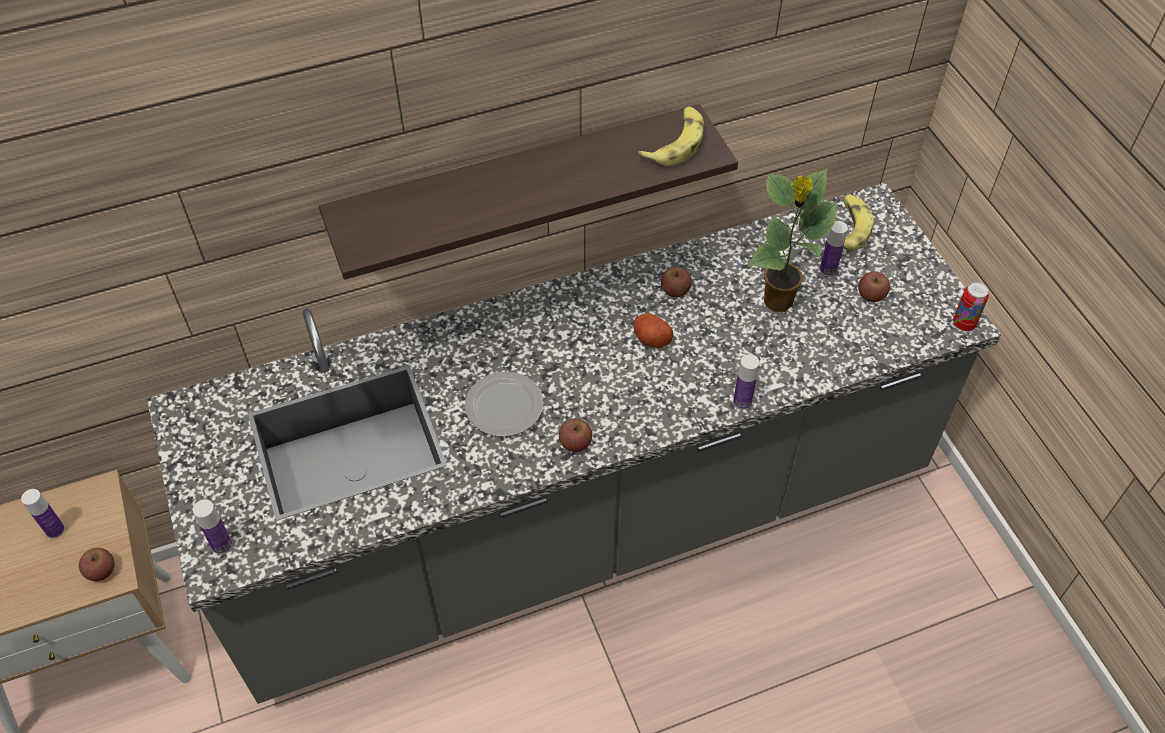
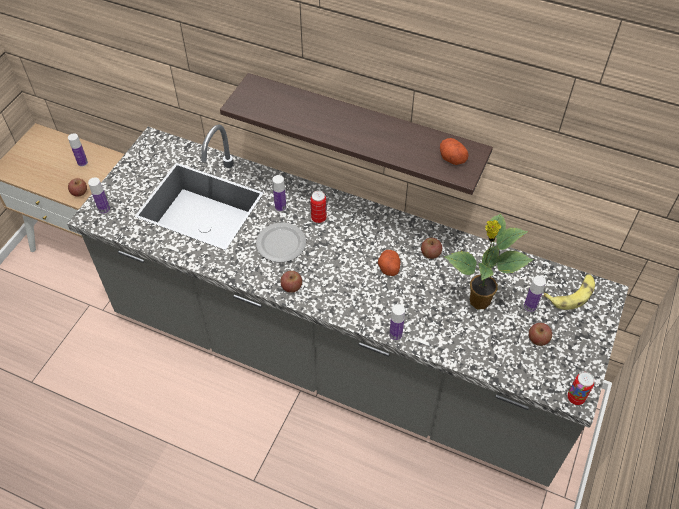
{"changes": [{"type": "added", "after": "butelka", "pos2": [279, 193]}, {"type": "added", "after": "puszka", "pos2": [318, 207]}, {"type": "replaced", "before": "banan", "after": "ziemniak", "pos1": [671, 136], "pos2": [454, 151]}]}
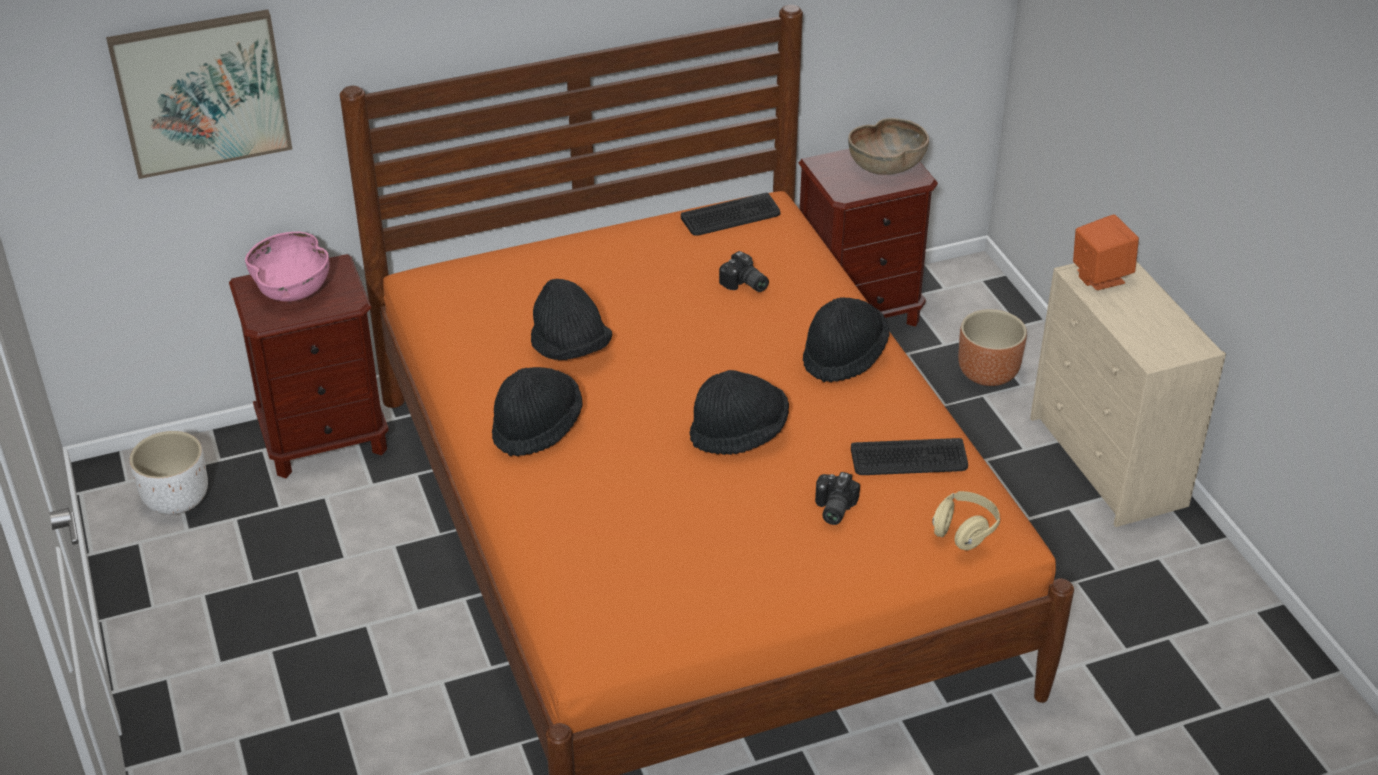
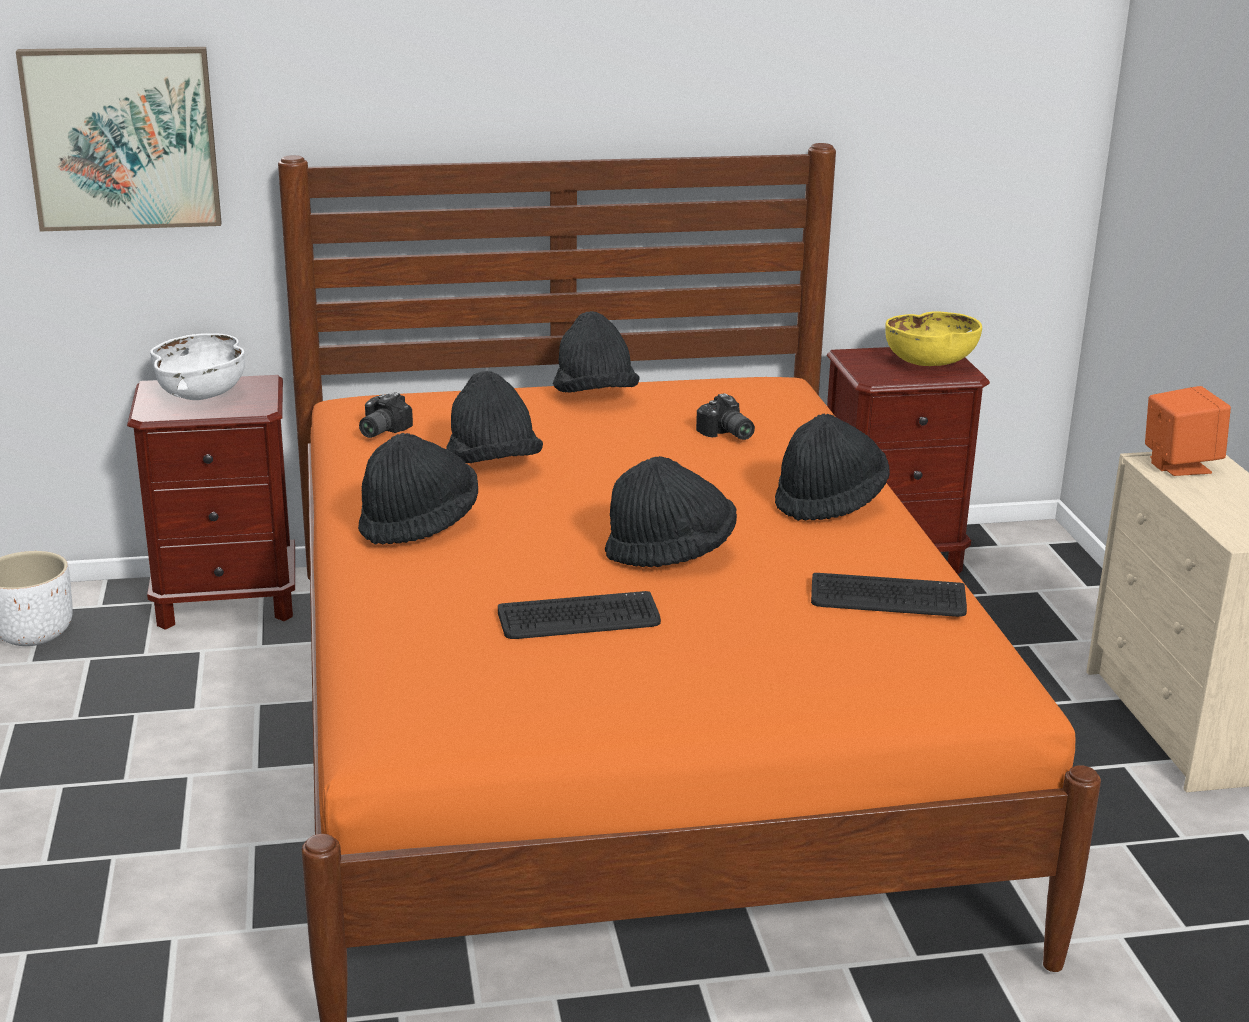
{"changes": [{"type": "recoloured", "before": "miska [różowy]", "after": "miska [biały]", "pos1": [287, 267], "pos2": [197, 366]}, {"type": "moved", "before": "aparat fotograficzny", "pos1": [837, 498], "pos2": [386, 415]}, {"type": "moved", "before": "klawiatura", "pos1": [730, 214], "pos2": [579, 615]}, {"type": "added", "after": "kapelusz [czarny]", "pos2": [596, 351]}, {"type": "recoloured", "before": "miska [brązowy]", "after": "miska [żółty]", "pos1": [888, 146], "pos2": [933, 338]}, {"type": "removed", "before": "słuchawki [beżowy]", "pos1": [966, 520]}, {"type": "removed", "before": "donica [brązowy]", "pos1": [992, 347]}]}
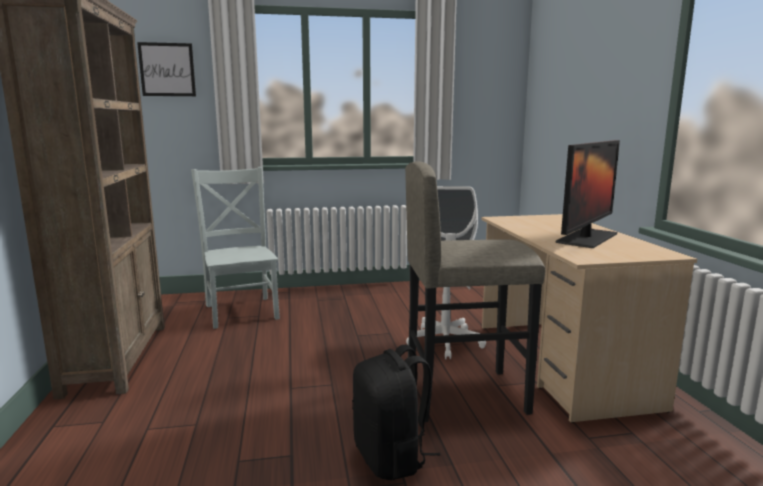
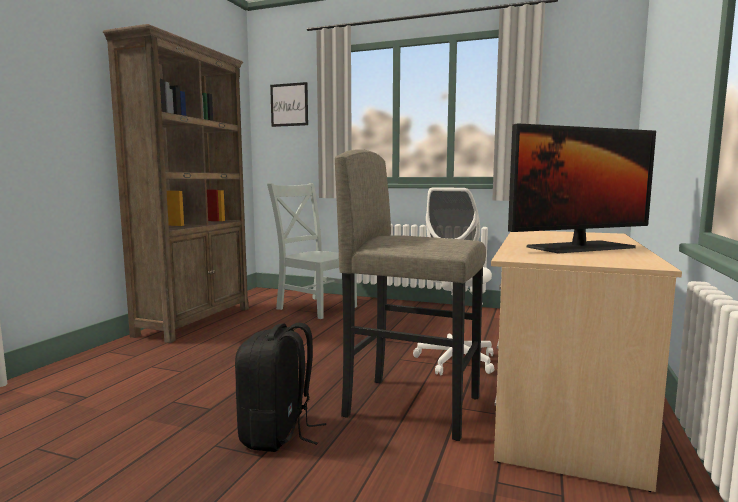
{"changes": [{"type": "turned", "before": "krzesło [szary]", "pos1": [235, 248], "pos2": [312, 251], "turn": -60}]}
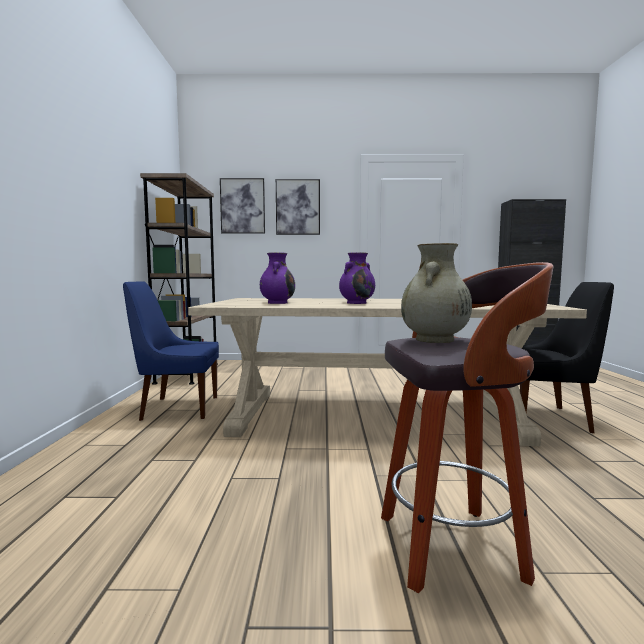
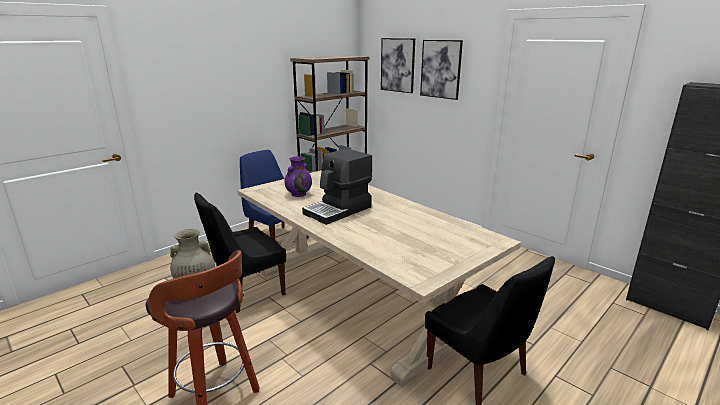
{"changes": [{"type": "added", "after": "krzesło [czarny]", "pos2": [240, 252]}, {"type": "replaced", "before": "wazon [fioletowy]", "after": "ekspres do kawy", "pos1": [357, 278], "pos2": [337, 187]}]}
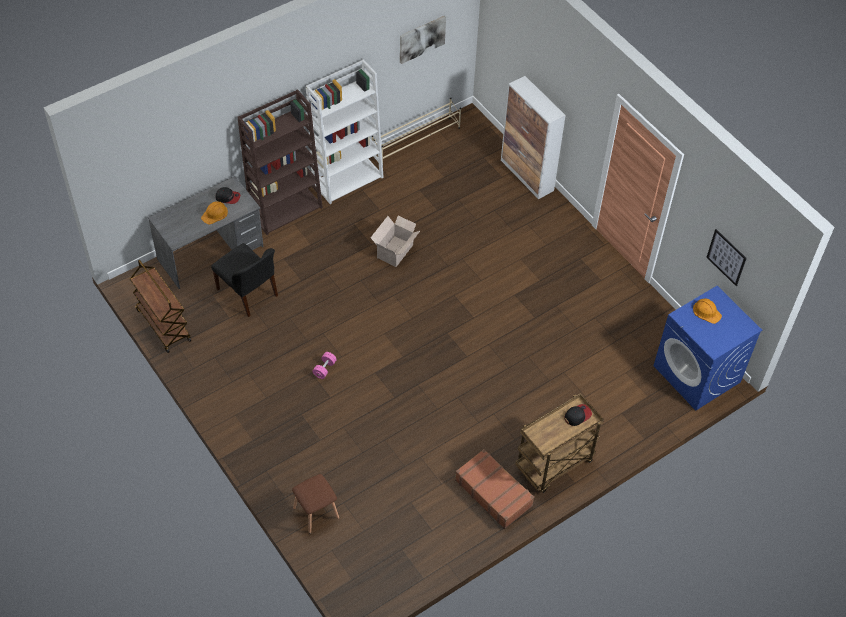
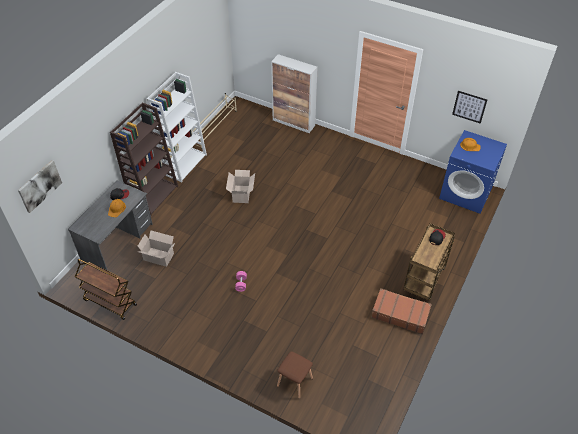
{"changes": [{"type": "moved", "before": "obraz", "pos1": [423, 40], "pos2": [40, 186]}, {"type": "replaced", "before": "krzesło [czarny]", "after": "karton", "pos1": [244, 280], "pos2": [156, 248]}]}
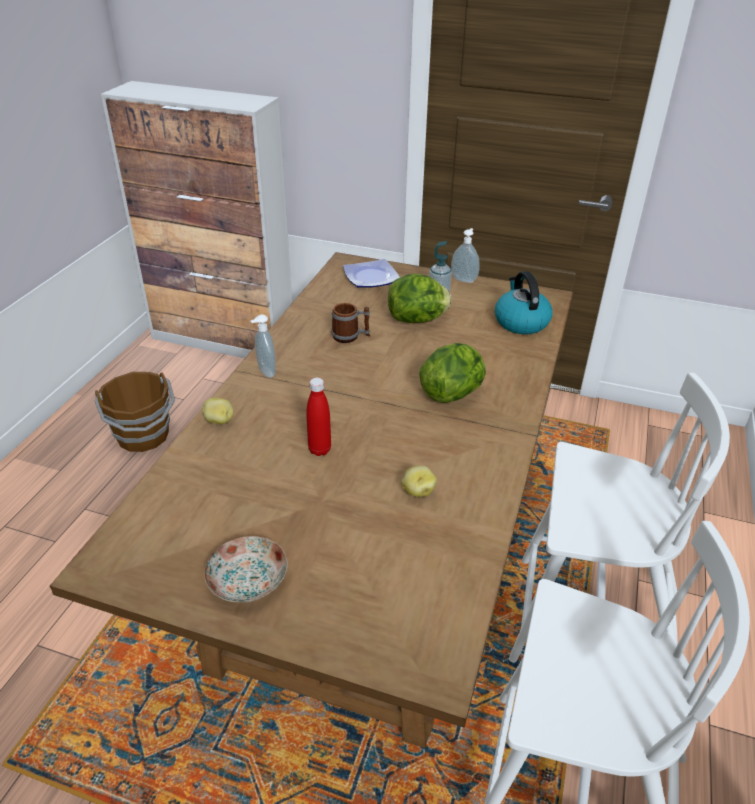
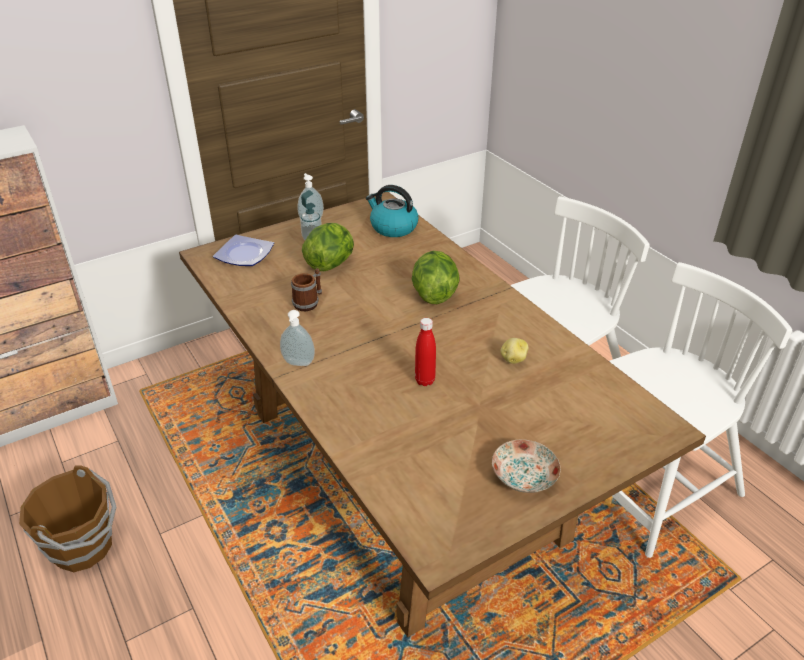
{"changes": [{"type": "removed", "before": "ziemniak", "pos1": [218, 411]}]}
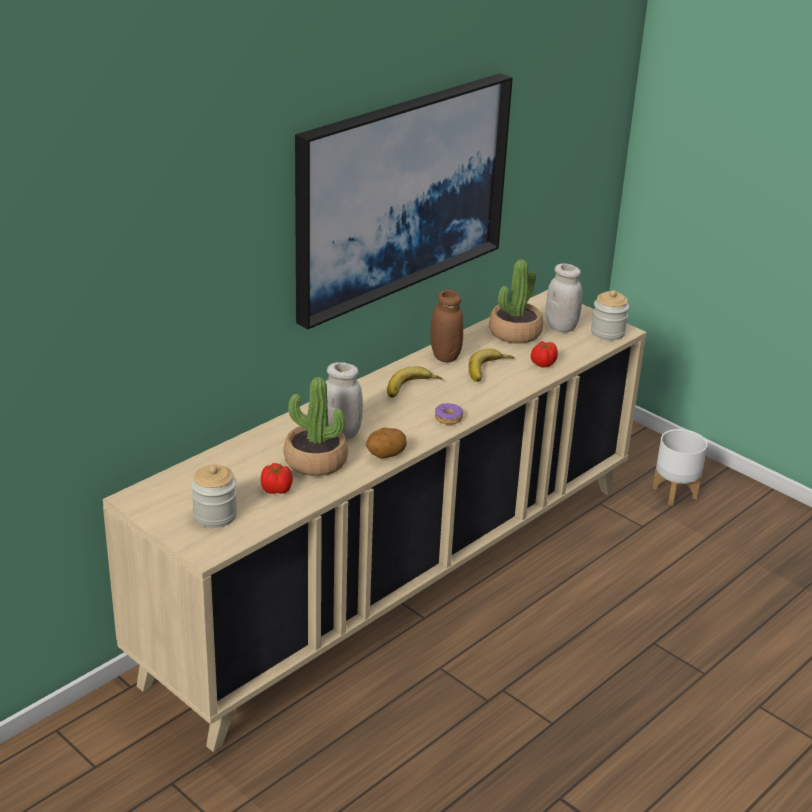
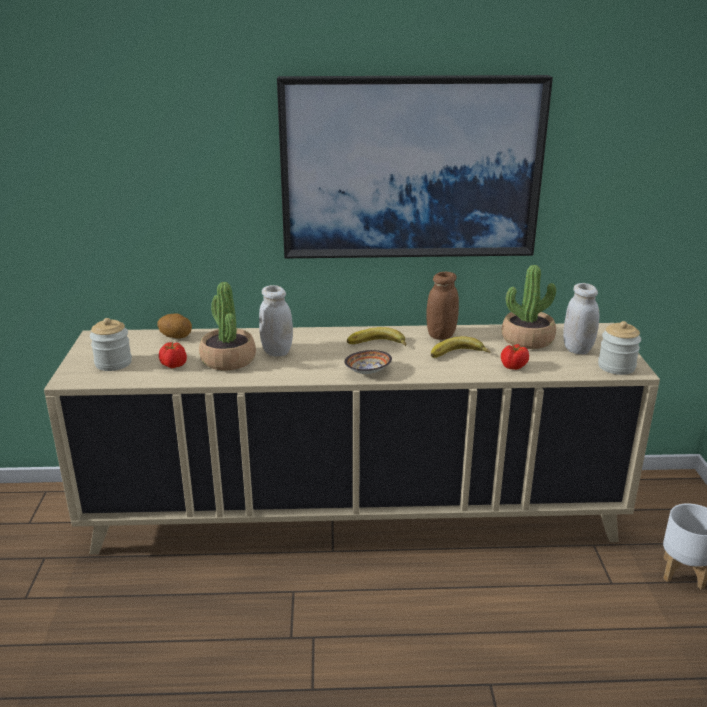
{"changes": [{"type": "moved", "before": "ziemniak", "pos1": [386, 443], "pos2": [174, 326]}, {"type": "replaced", "before": "donut", "after": "miska", "pos1": [449, 414], "pos2": [368, 362]}]}
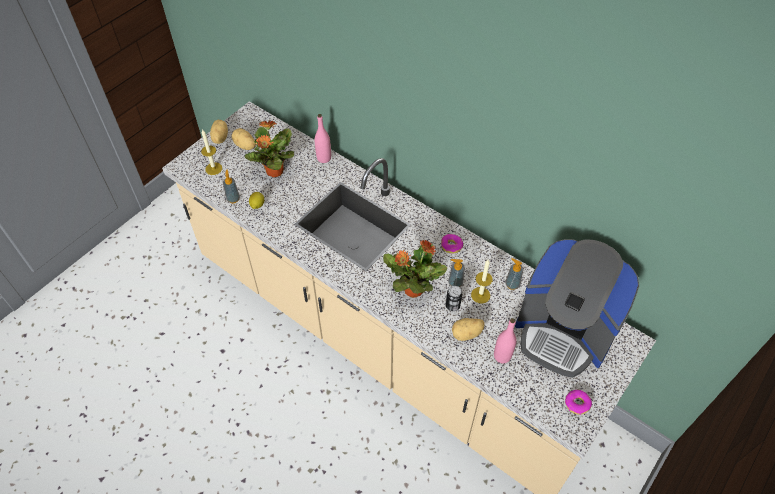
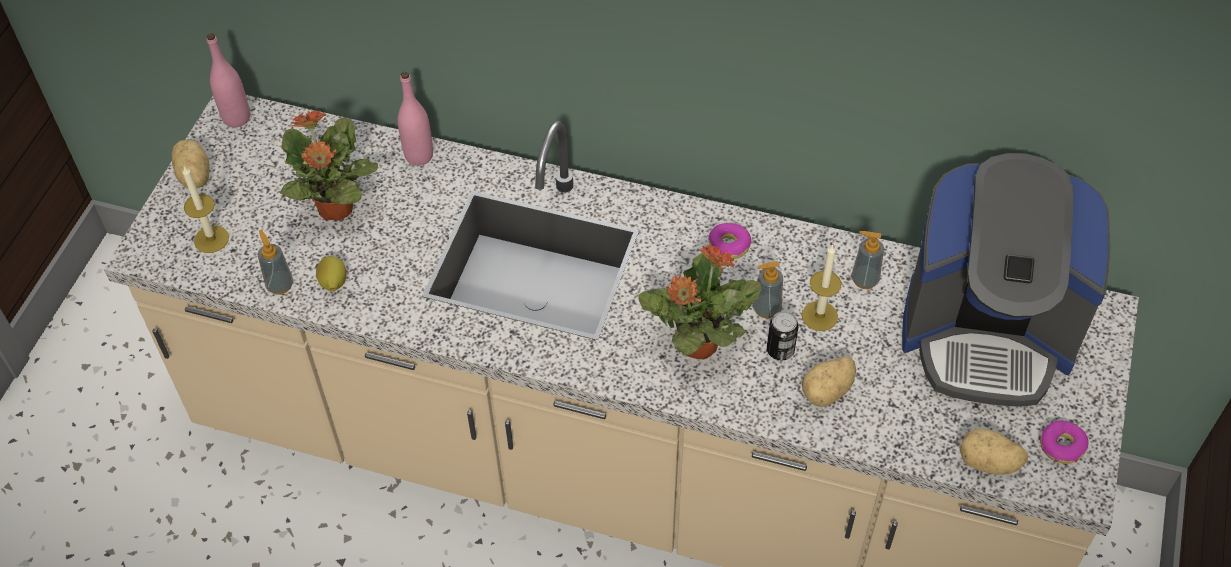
{"changes": [{"type": "moved", "before": "butelka [różowy]", "pos1": [505, 340], "pos2": [228, 80]}, {"type": "moved", "before": "ziemniak", "pos1": [244, 139], "pos2": [993, 451]}]}
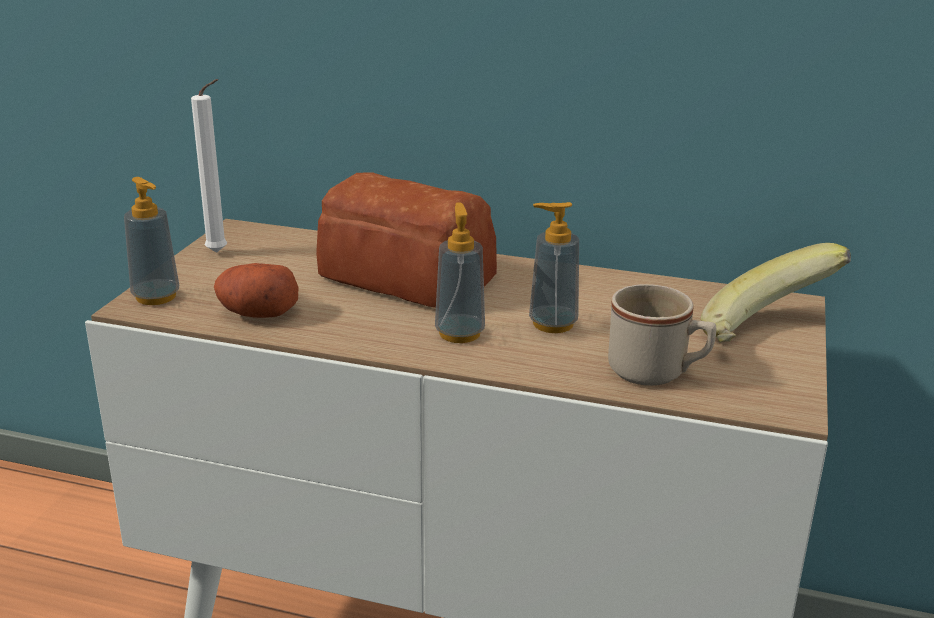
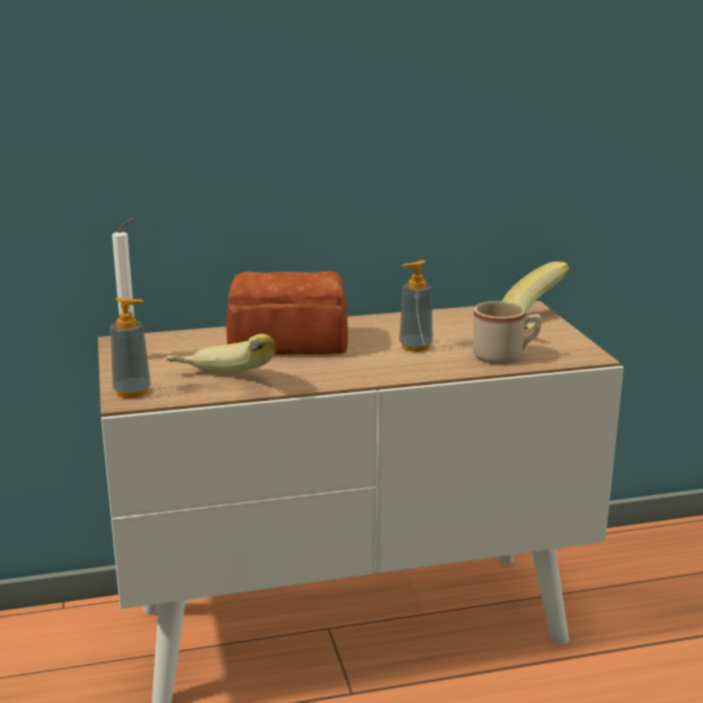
{"changes": [{"type": "replaced", "before": "ziemniak", "after": "banan", "pos1": [256, 290], "pos2": [220, 353]}, {"type": "removed", "before": "dozownik mydła", "pos1": [460, 273]}]}
